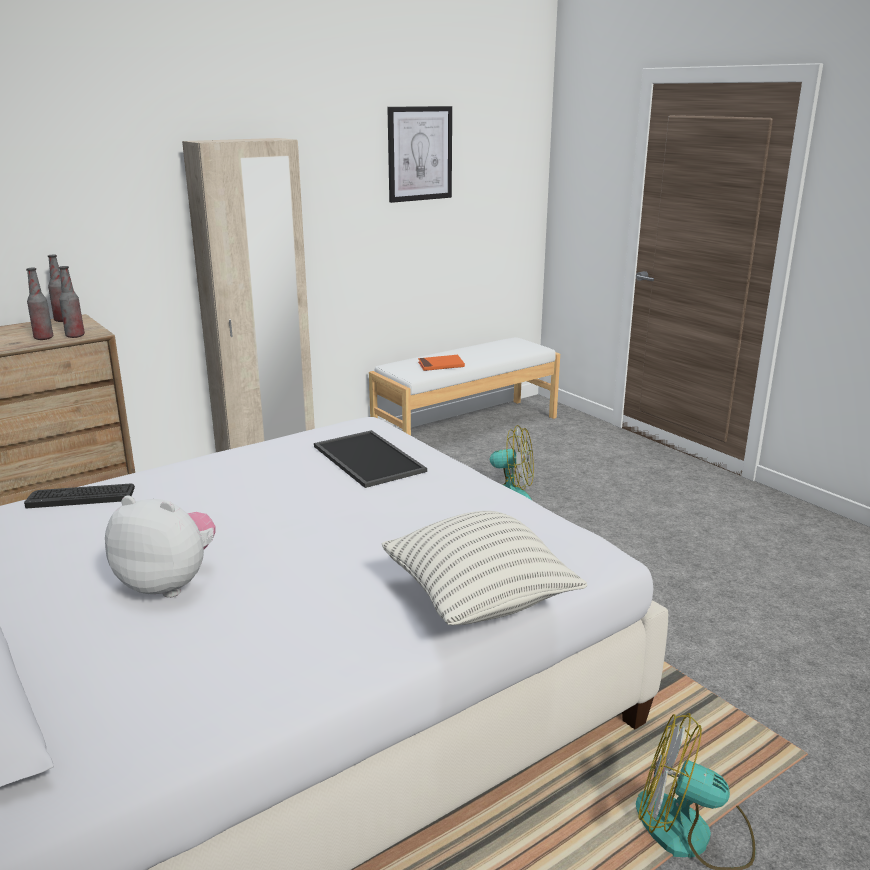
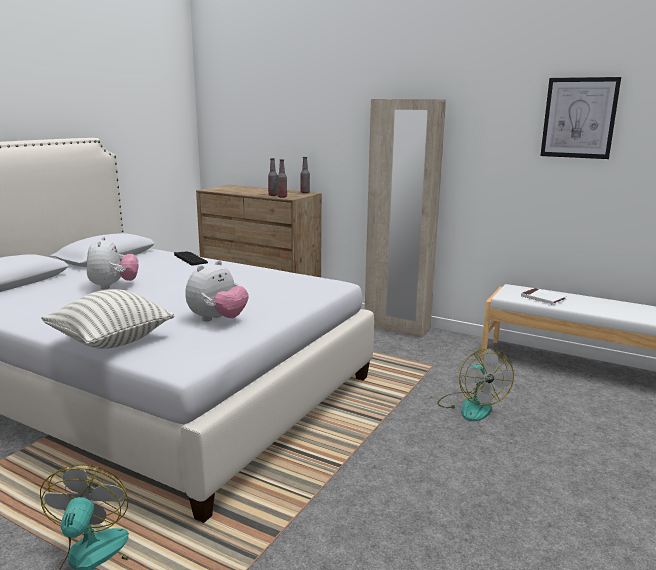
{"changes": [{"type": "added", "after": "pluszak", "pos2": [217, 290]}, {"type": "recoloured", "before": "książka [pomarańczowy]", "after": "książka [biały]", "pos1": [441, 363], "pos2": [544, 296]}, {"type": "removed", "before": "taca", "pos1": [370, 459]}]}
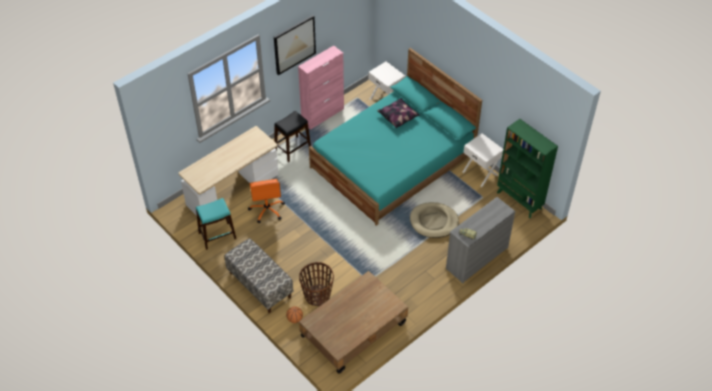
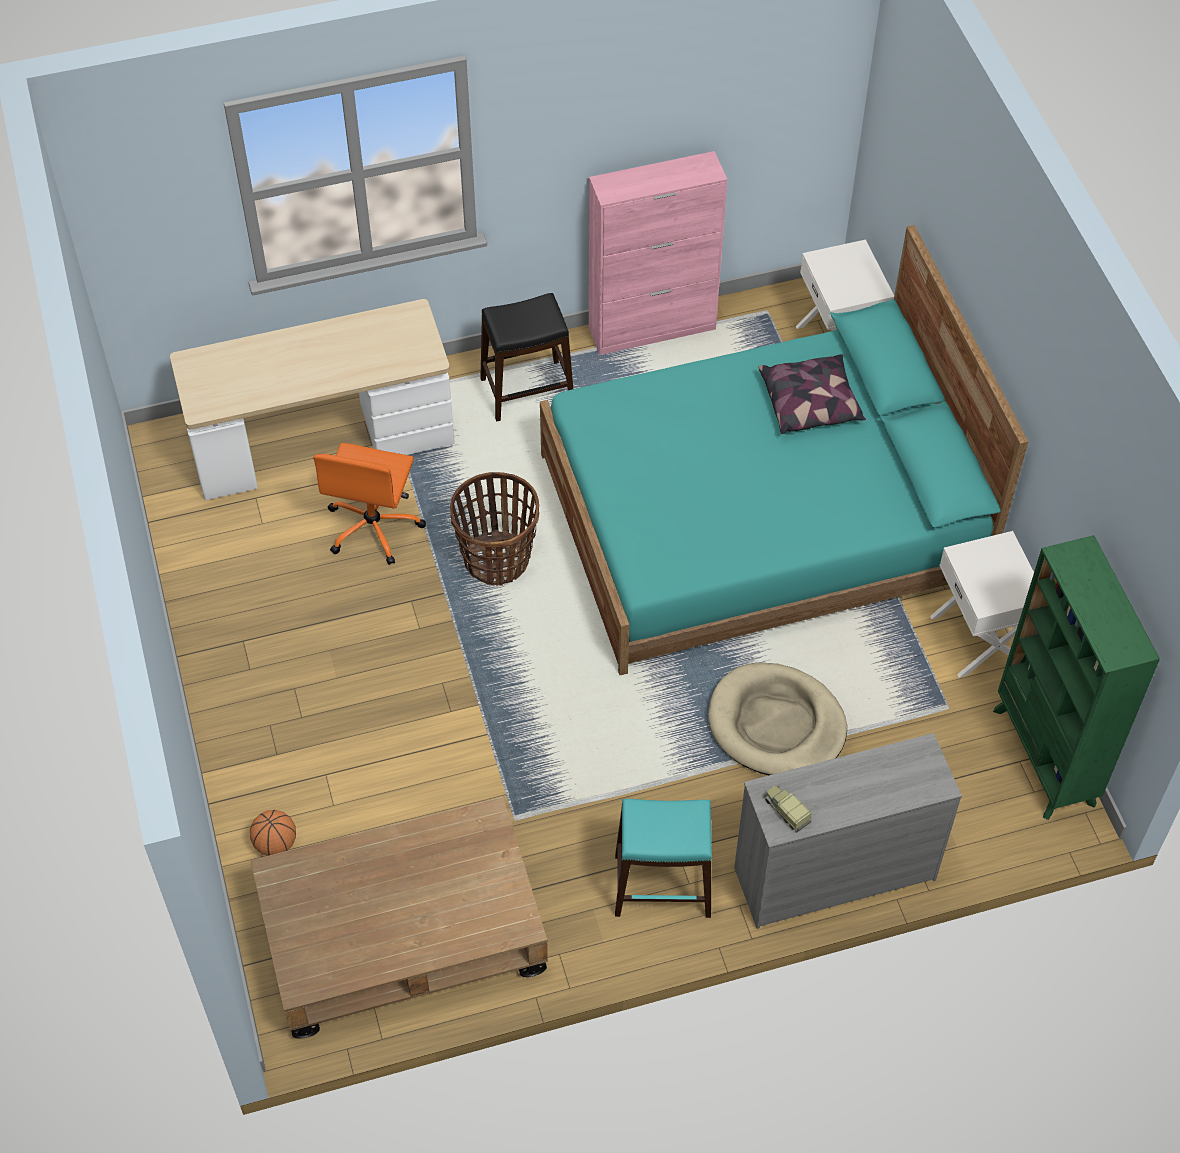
{"changes": [{"type": "moved", "before": "koszyk", "pos1": [316, 284], "pos2": [494, 529]}, {"type": "moved", "before": "stołek [turkusowy]", "pos1": [216, 224], "pos2": [663, 858]}, {"type": "removed", "before": "ławka", "pos1": [258, 275]}, {"type": "removed", "before": "obraz", "pos1": [295, 45]}]}
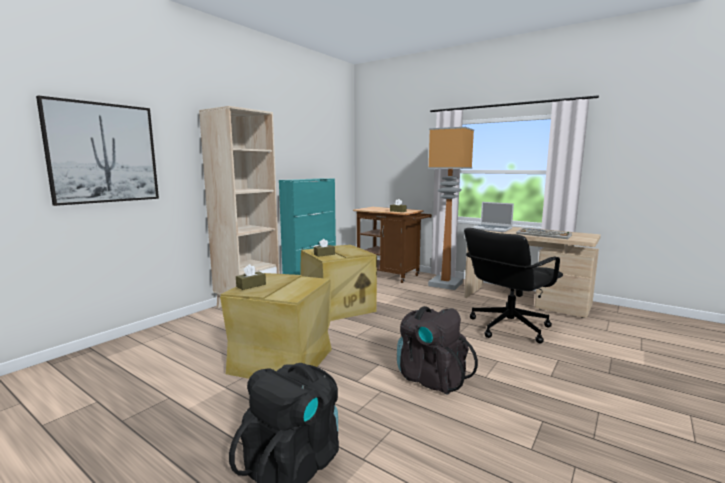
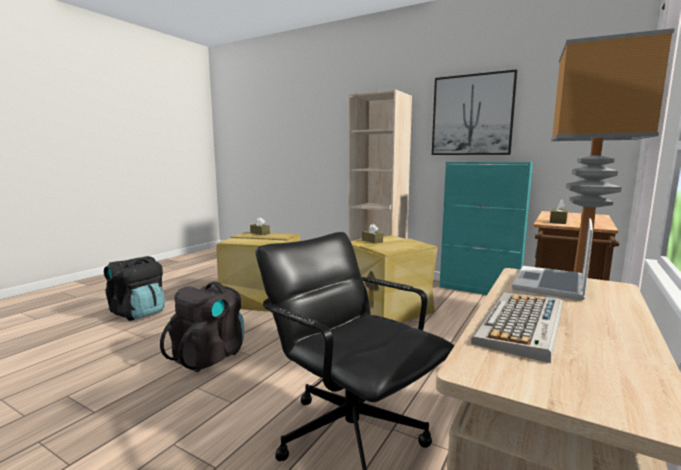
{"changes": [{"type": "moved", "before": "obraz", "pos1": [97, 151], "pos2": [474, 112]}]}
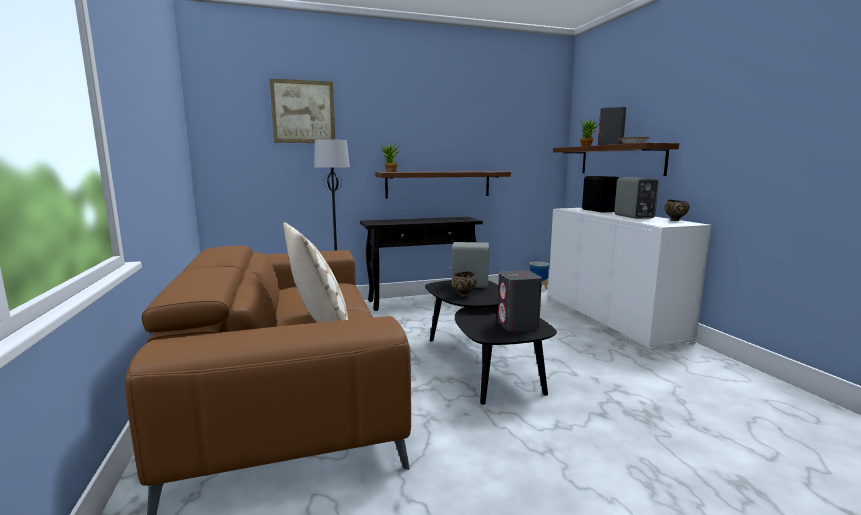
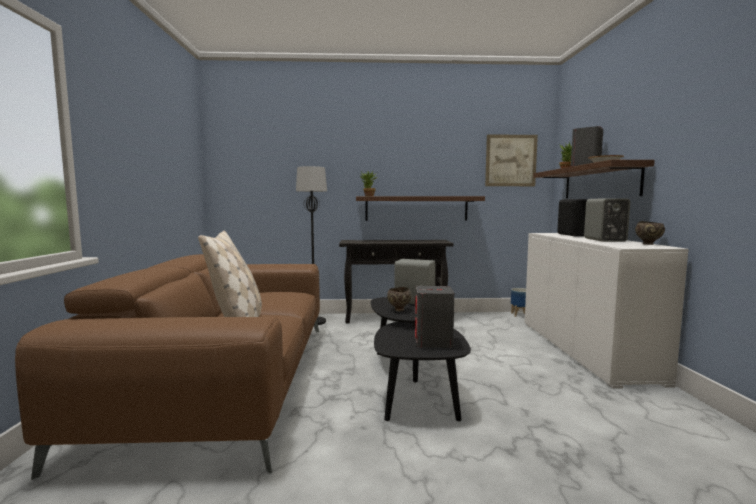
{"changes": [{"type": "moved", "before": "obraz", "pos1": [302, 110], "pos2": [511, 160]}]}
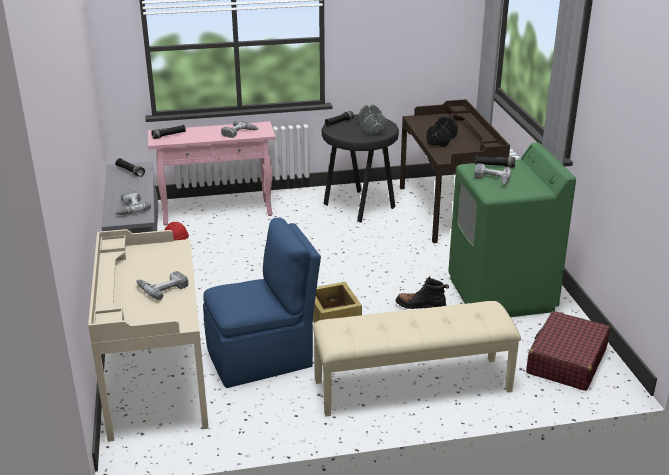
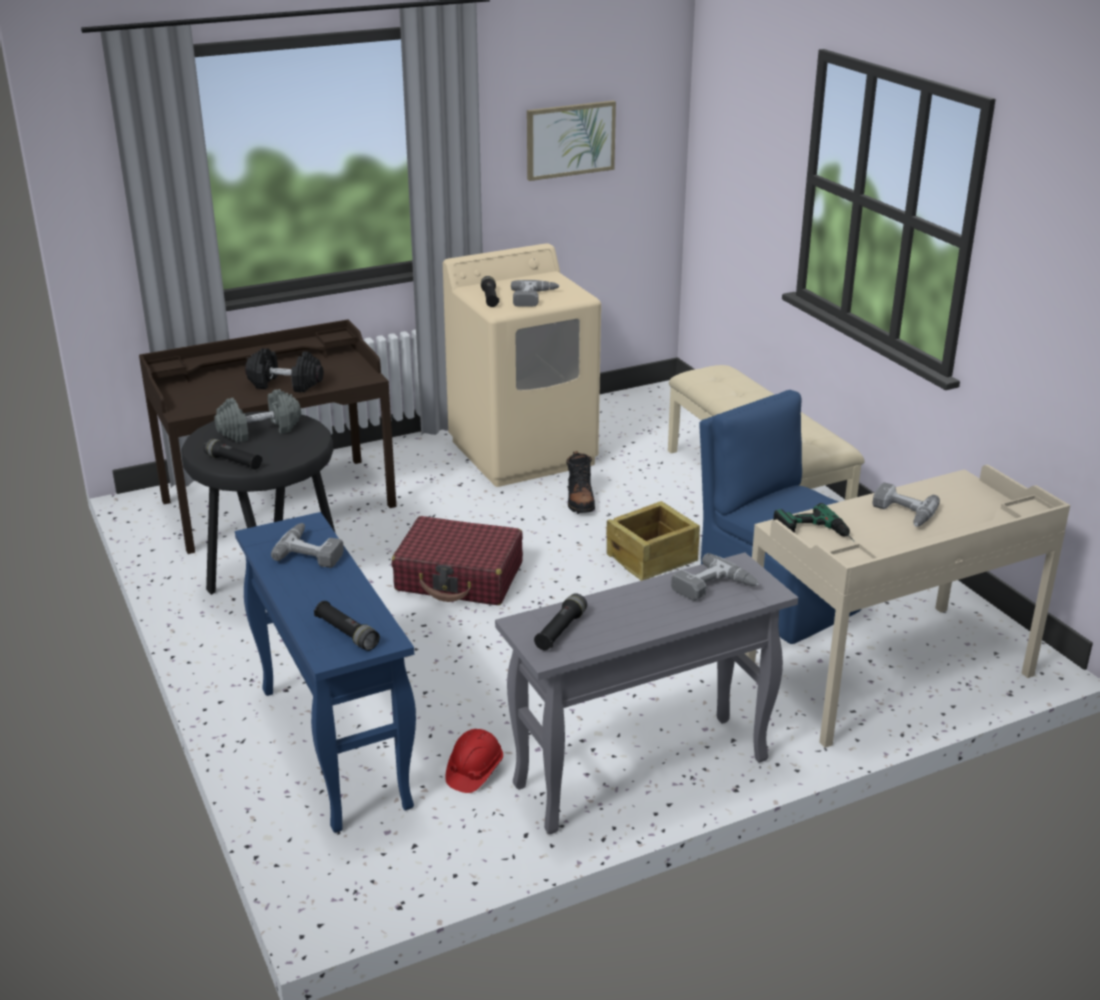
{"changes": [{"type": "recoloured", "before": "stolik konsolowy [różowy]", "after": "stolik konsolowy [niebieski]", "pos1": [212, 173], "pos2": [325, 672]}, {"type": "moved", "before": "walizka [czerwony]", "pos1": [568, 351], "pos2": [457, 560]}, {"type": "recoloured", "before": "pralka [zielony]", "after": "pralka [beżowy]", "pos1": [512, 229], "pos2": [522, 365]}, {"type": "added", "after": "obraz", "pos2": [571, 141]}, {"type": "added", "after": "wiertarka", "pos2": [814, 522]}]}
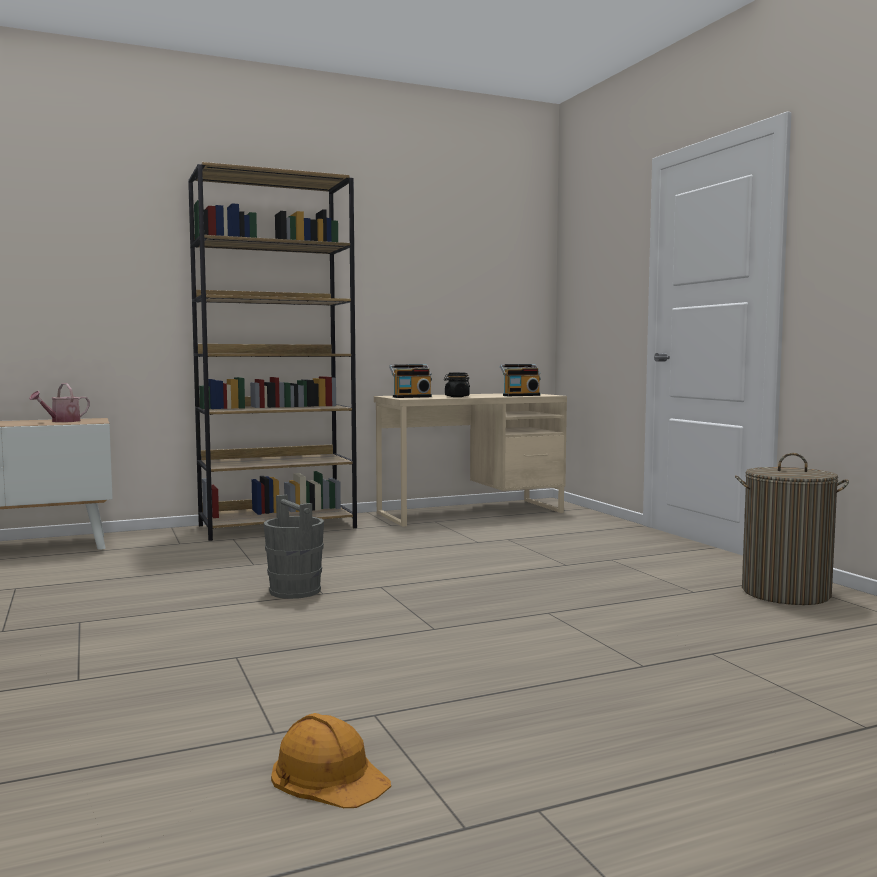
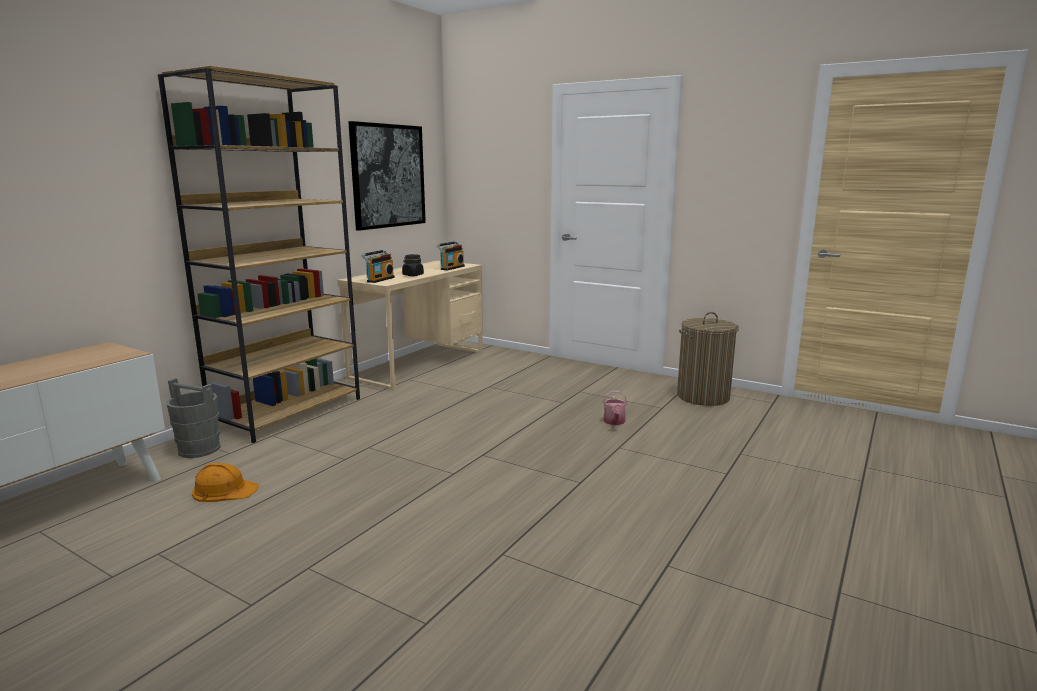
{"changes": [{"type": "moved", "before": "wiadro [szary]", "pos1": [294, 547], "pos2": [193, 418]}, {"type": "moved", "before": "kask [pomarańczowy]", "pos1": [331, 760], "pos2": [225, 482]}, {"type": "added", "after": "obraz", "pos2": [387, 176]}, {"type": "moved", "before": "konewka", "pos1": [59, 402], "pos2": [615, 408]}]}
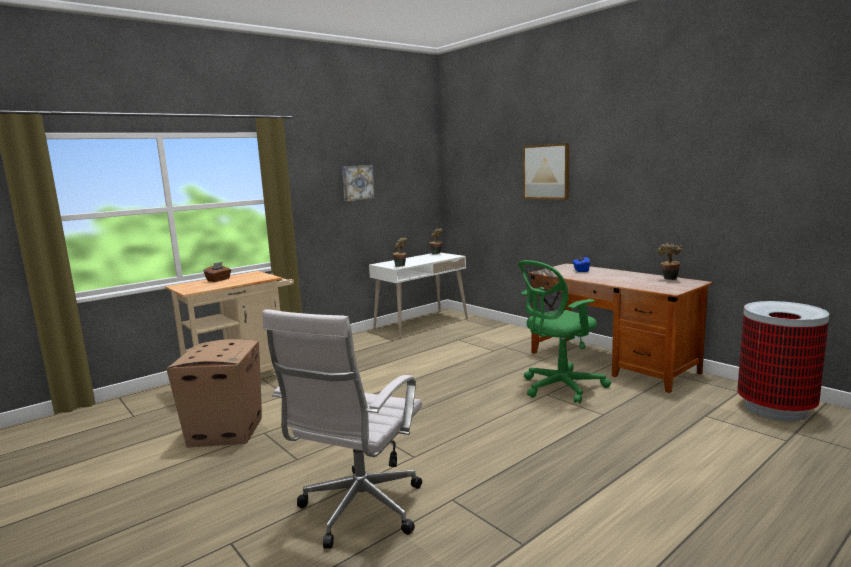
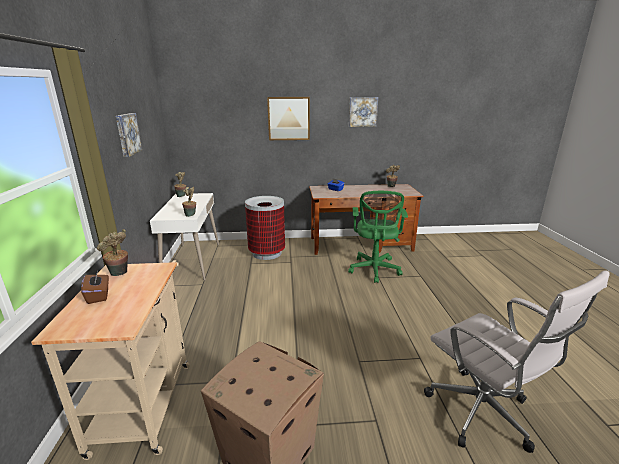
{"changes": [{"type": "added", "after": "roślina doniczkowa", "pos2": [112, 252]}, {"type": "moved", "before": "kosz na śmieci", "pos1": [783, 361], "pos2": [265, 228]}, {"type": "added", "after": "obraz", "pos2": [363, 112]}]}
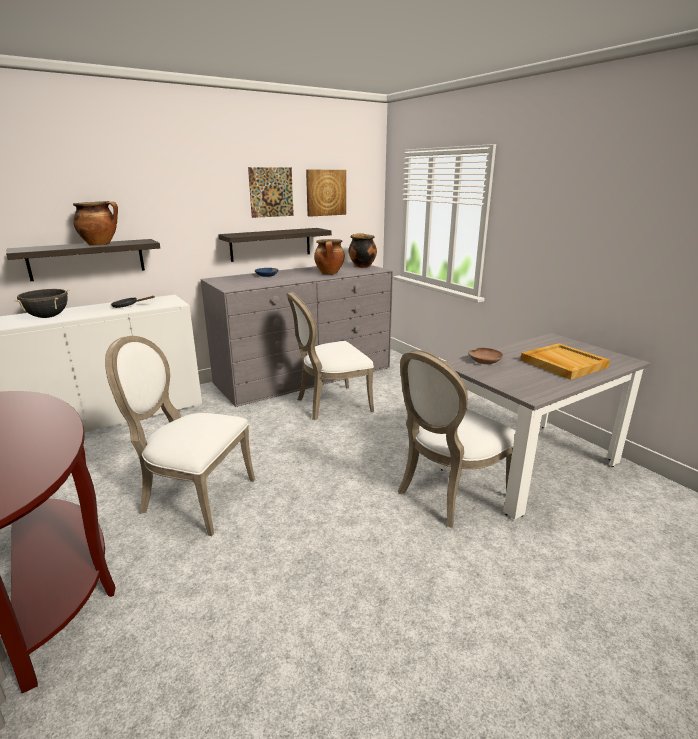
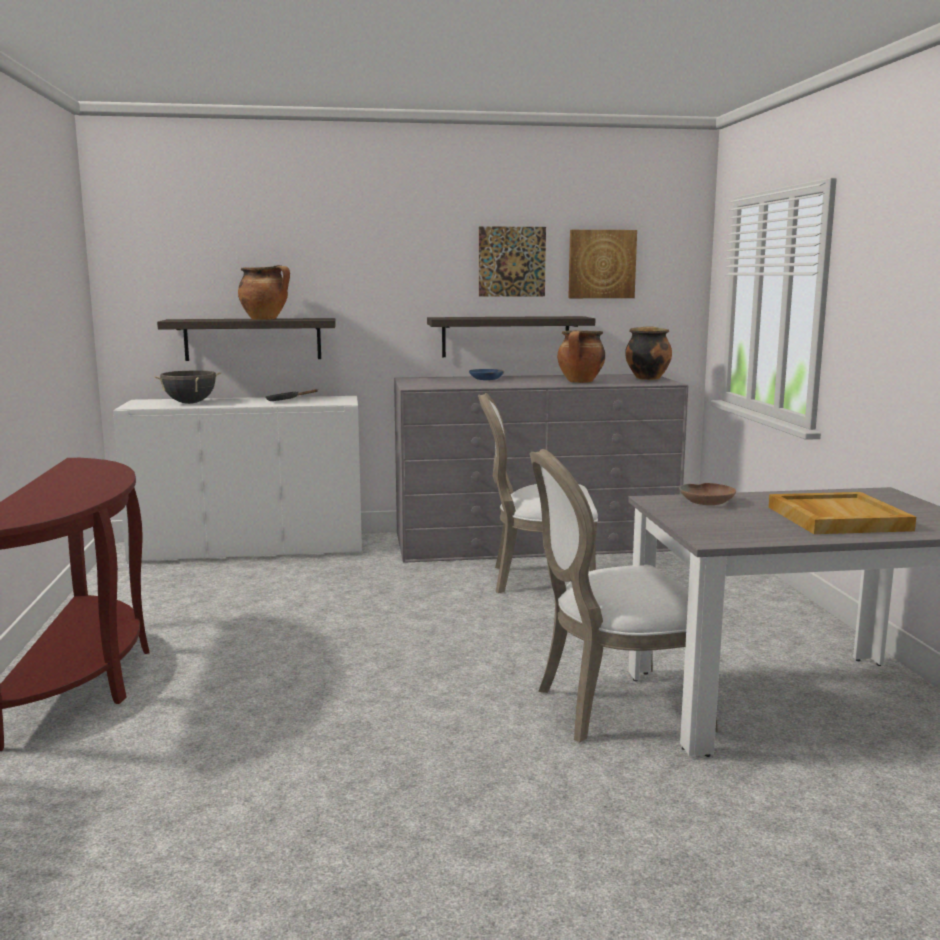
{"changes": [{"type": "removed", "before": "krzesło [biały]", "pos1": [180, 436]}]}
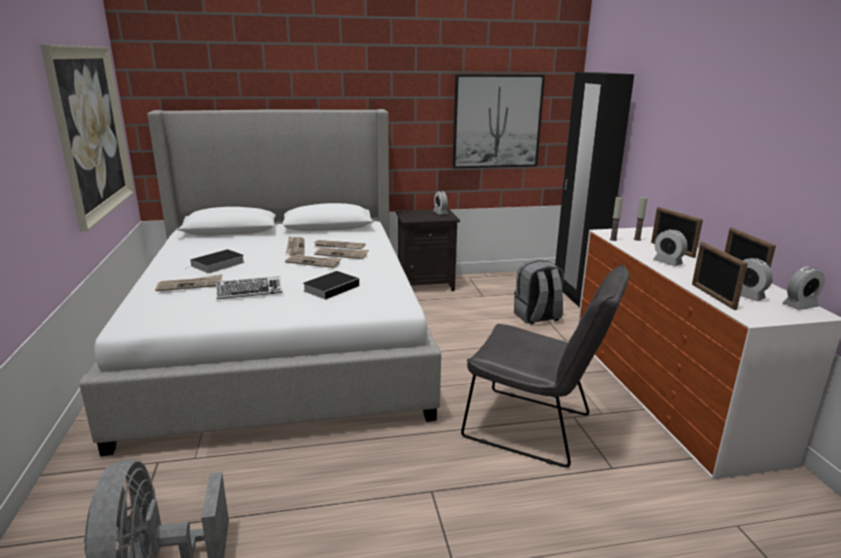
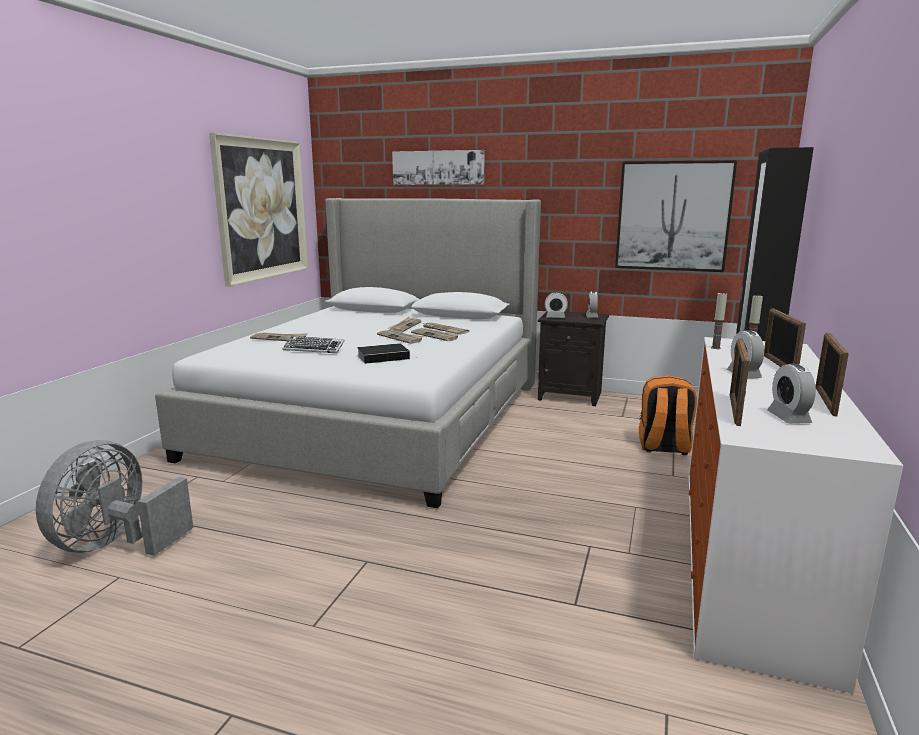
{"changes": [{"type": "added", "after": "obraz", "pos2": [438, 167]}, {"type": "moved", "before": "budzik", "pos1": [803, 288], "pos2": [556, 305]}, {"type": "recoloured", "before": "plecak [szary]", "after": "plecak [pomarańczowy]", "pos1": [539, 291], "pos2": [668, 415]}, {"type": "removed", "before": "książka", "pos1": [215, 261]}, {"type": "removed", "before": "krzesło [szary]", "pos1": [545, 365]}]}
